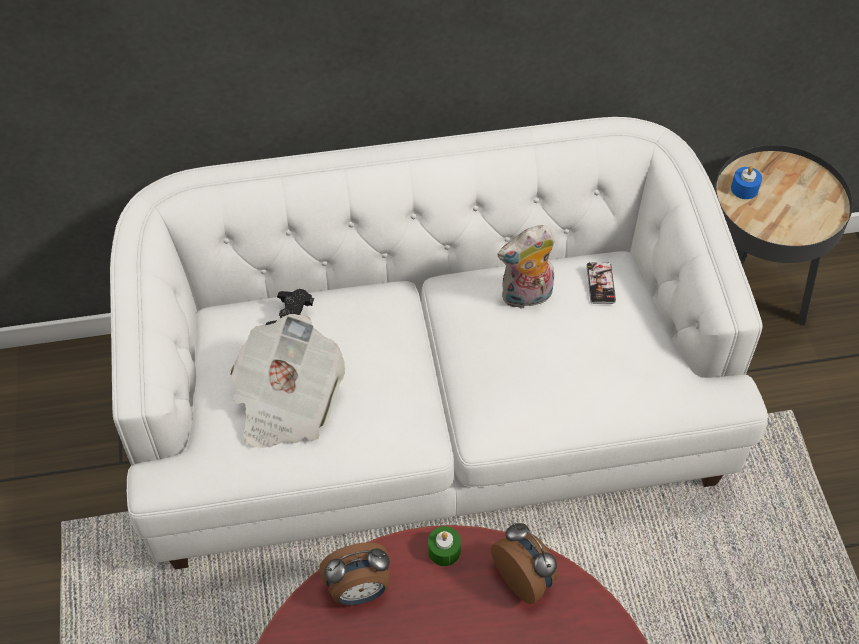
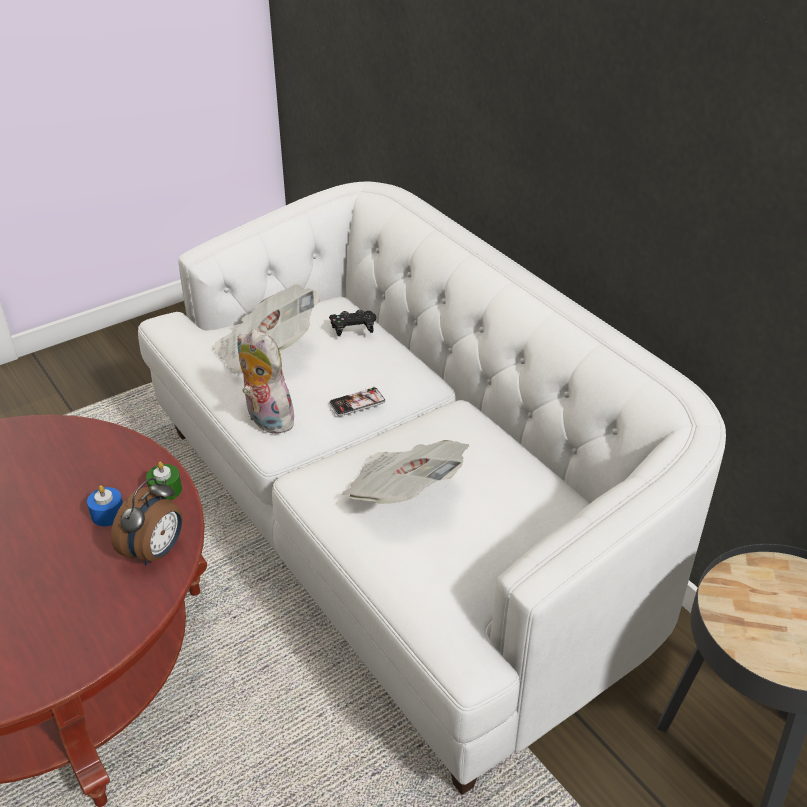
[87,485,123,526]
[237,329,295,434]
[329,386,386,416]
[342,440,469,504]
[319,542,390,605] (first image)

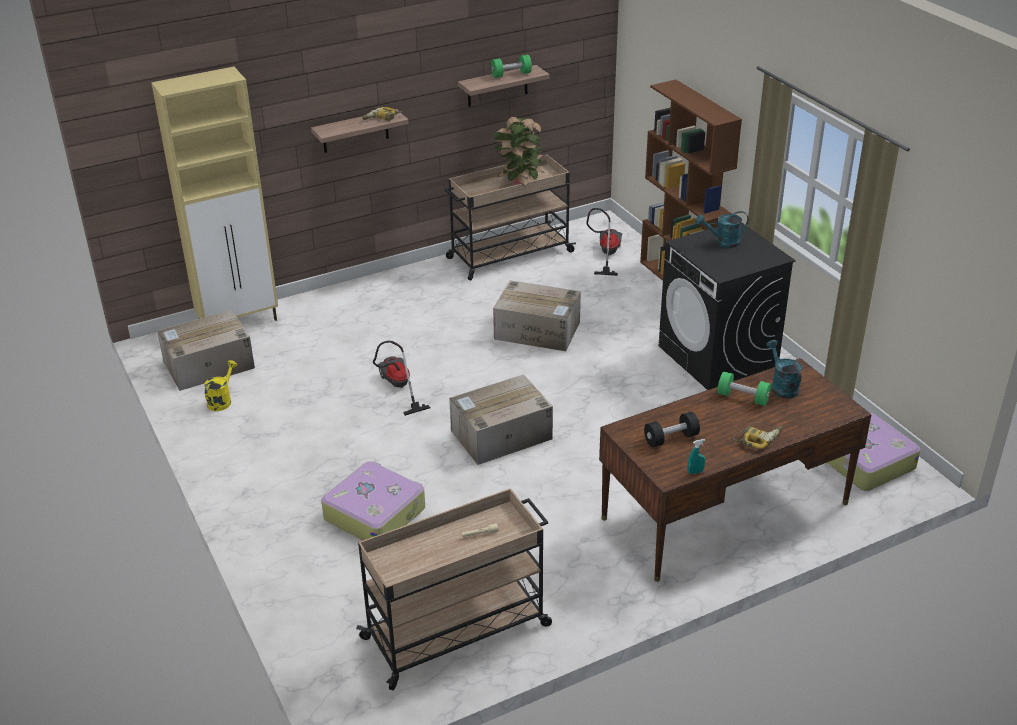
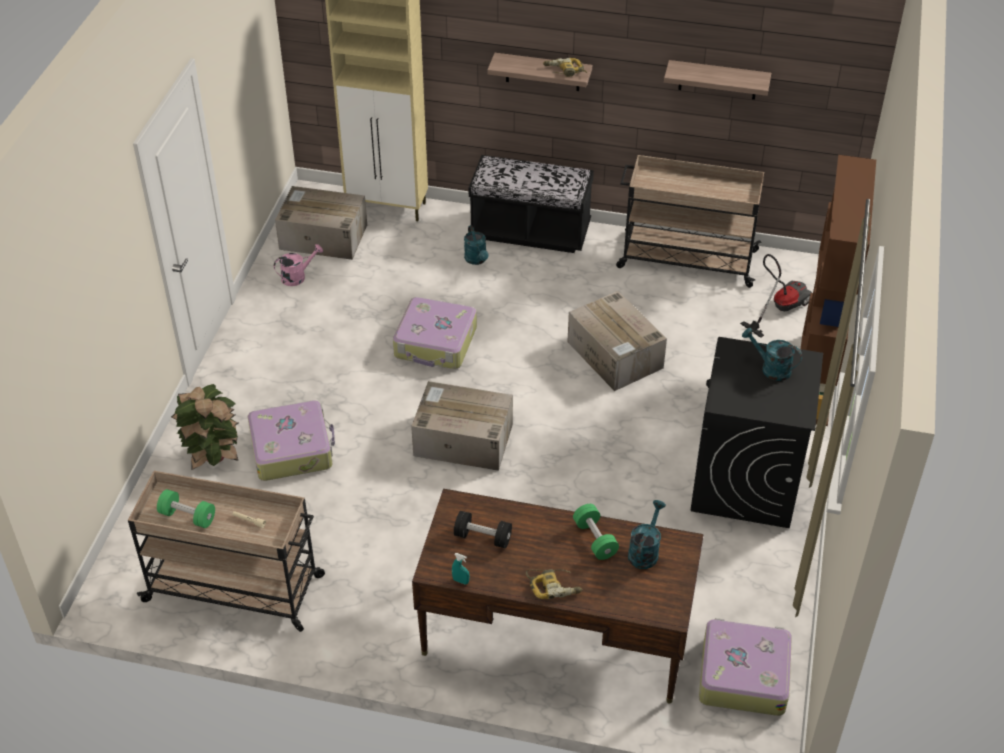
[157,489,215,528]
[171,384,238,470]
[274,244,323,286]
[393,297,477,369]
[464,225,489,265]
[469,155,594,253]

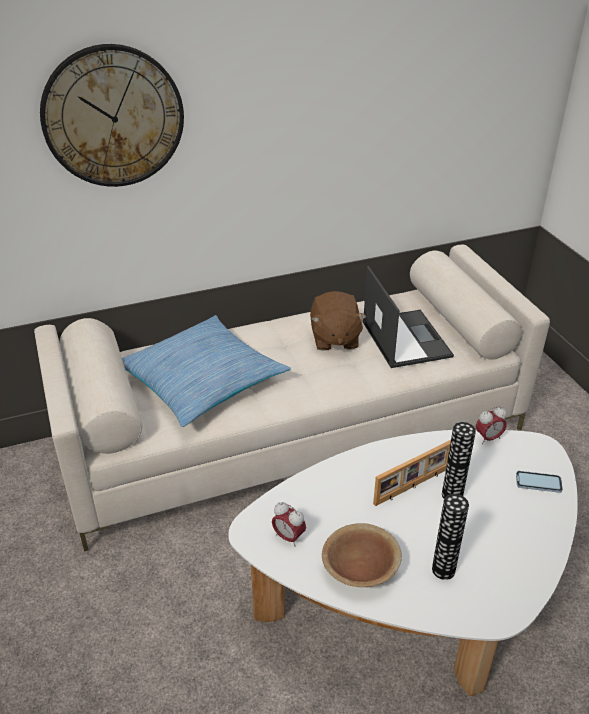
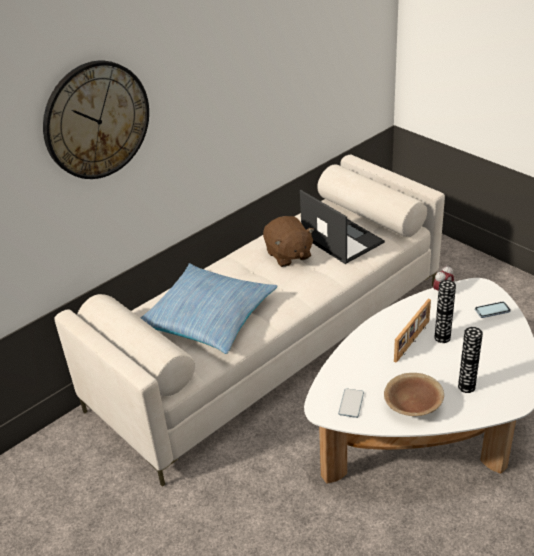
[338,388,364,418]

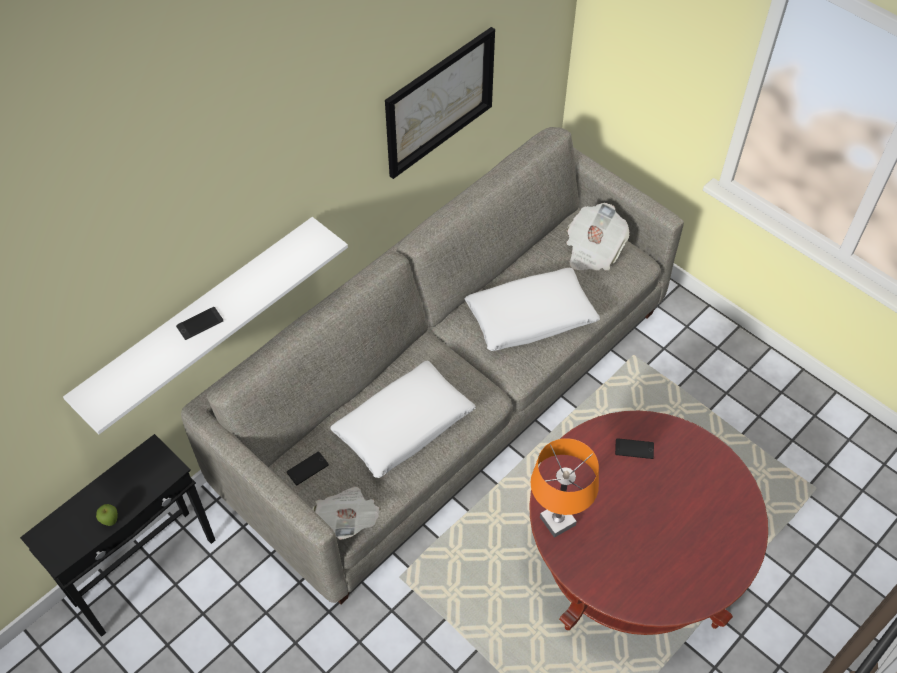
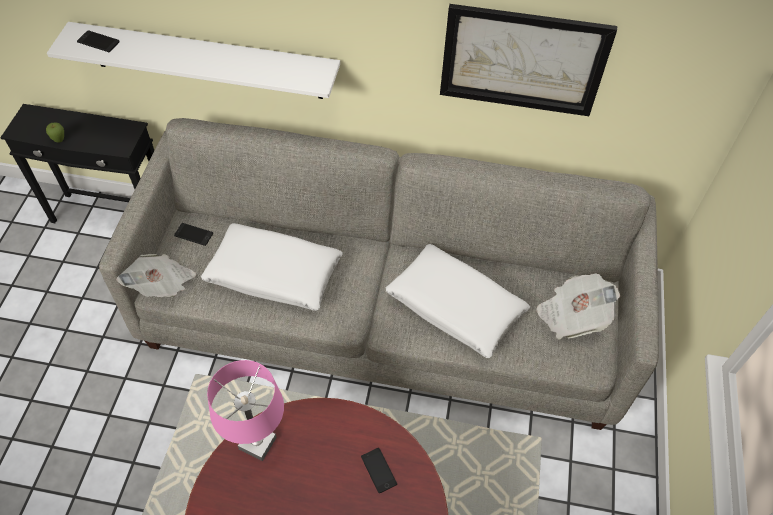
[77,30,120,52]
[207,360,284,461]

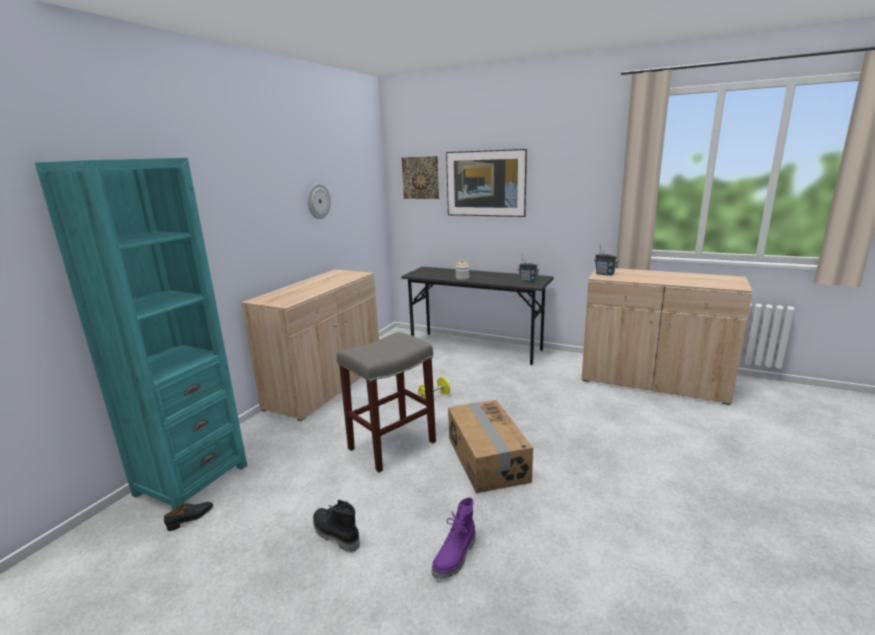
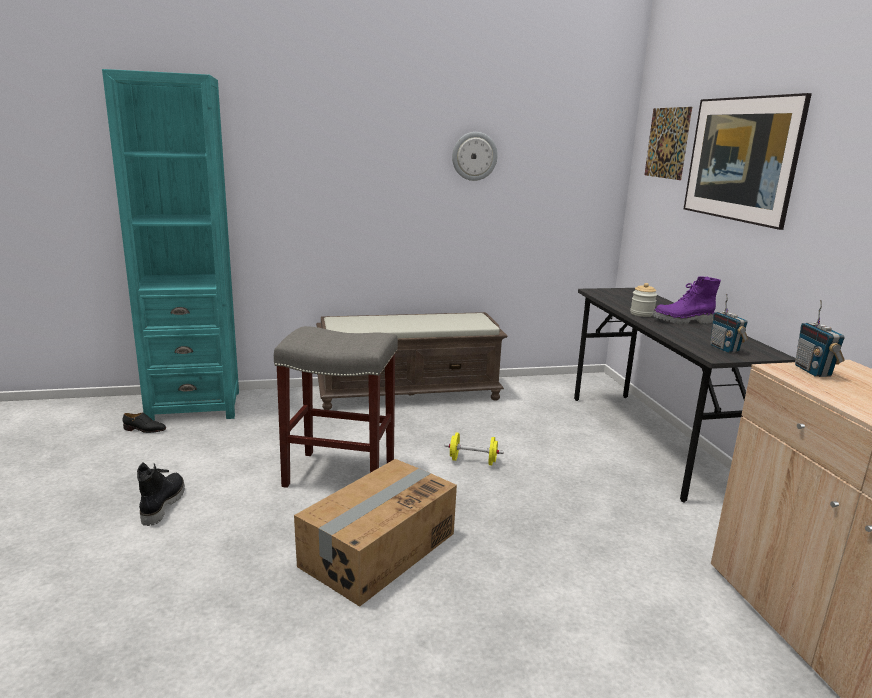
[316,312,508,410]
[652,276,721,324]

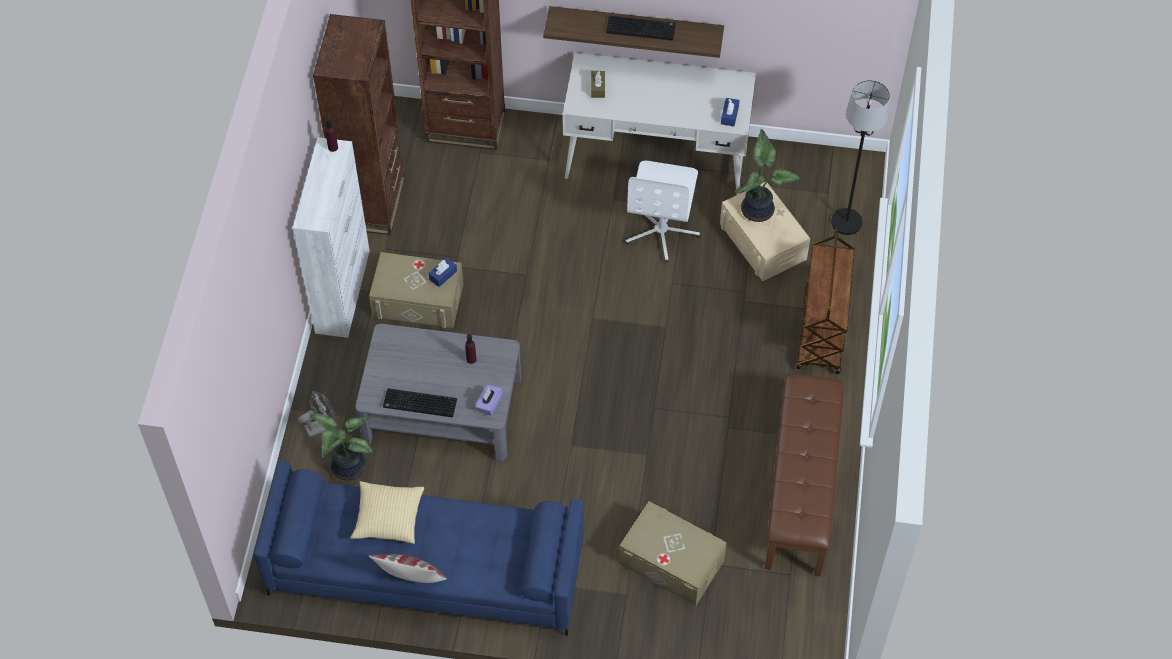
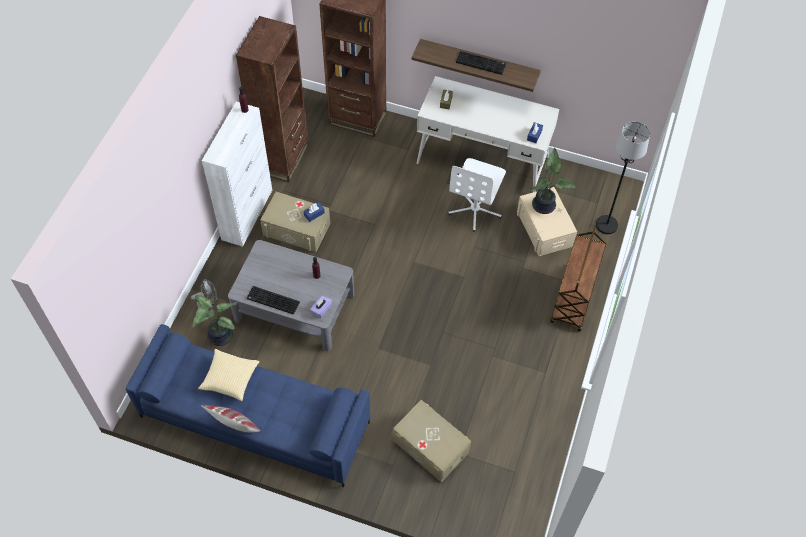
[765,374,844,577] (first image)

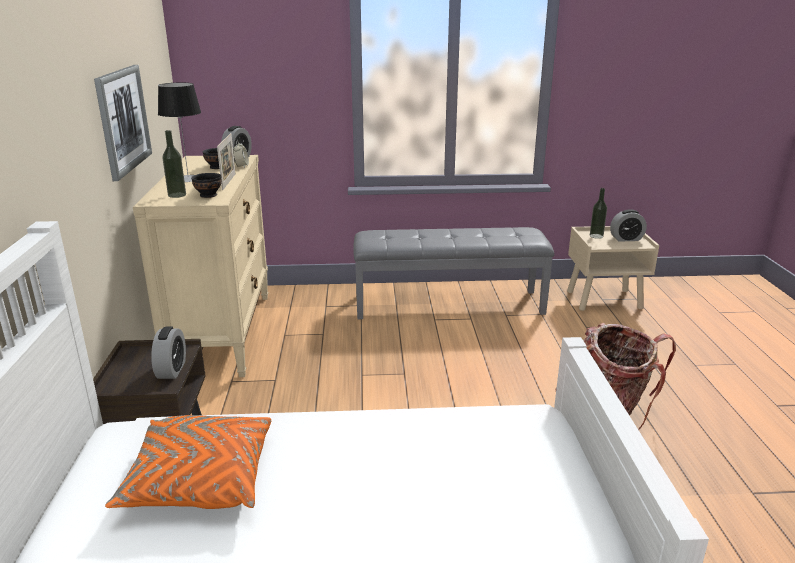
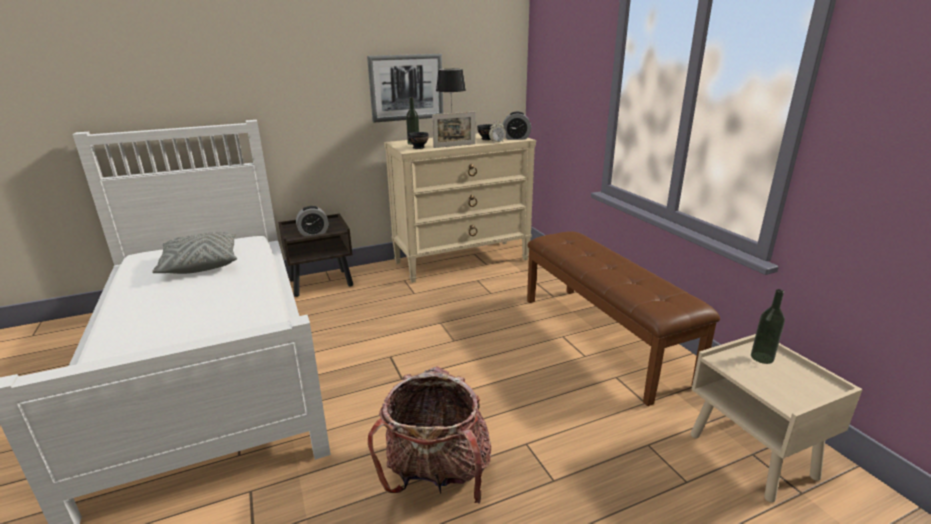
[152,232,237,274]
[527,231,720,406]
[610,209,647,242] (first image)

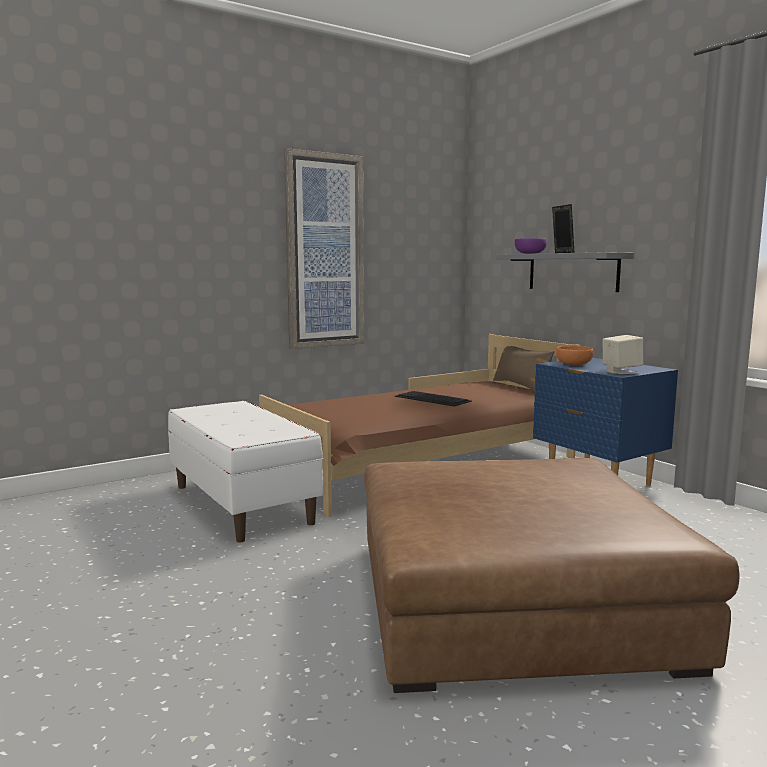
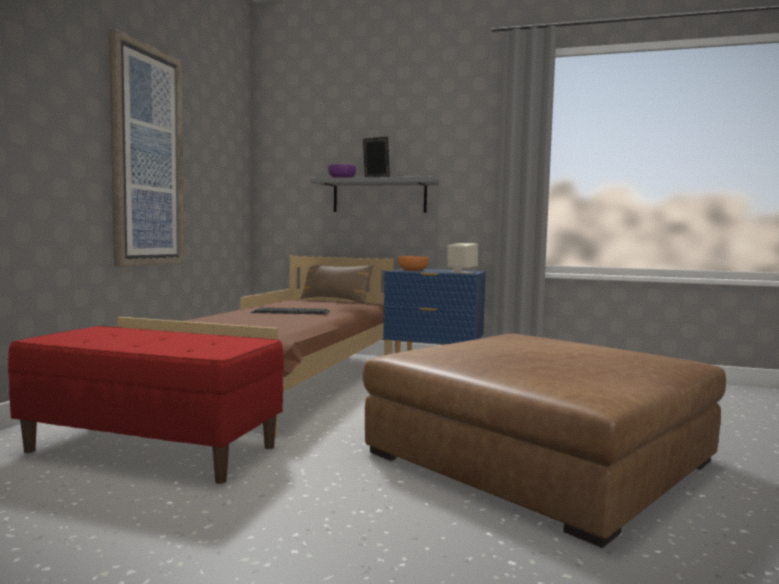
[8,326,284,484]

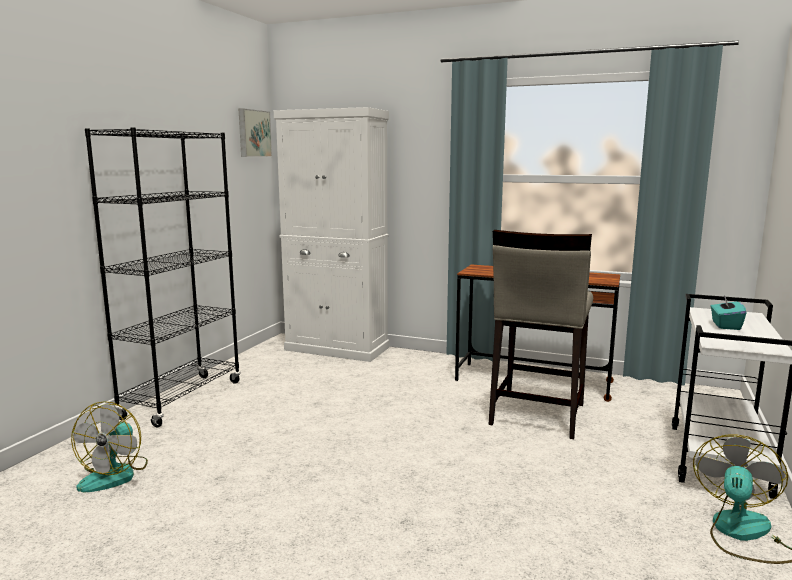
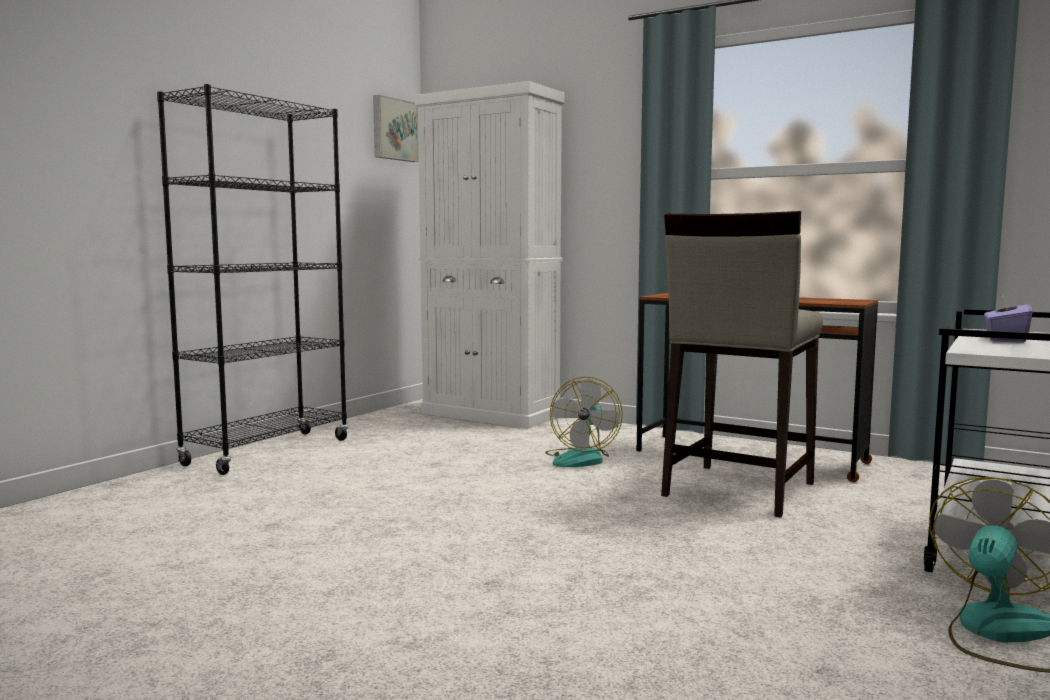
[545,377,623,467]
[984,294,1032,343]

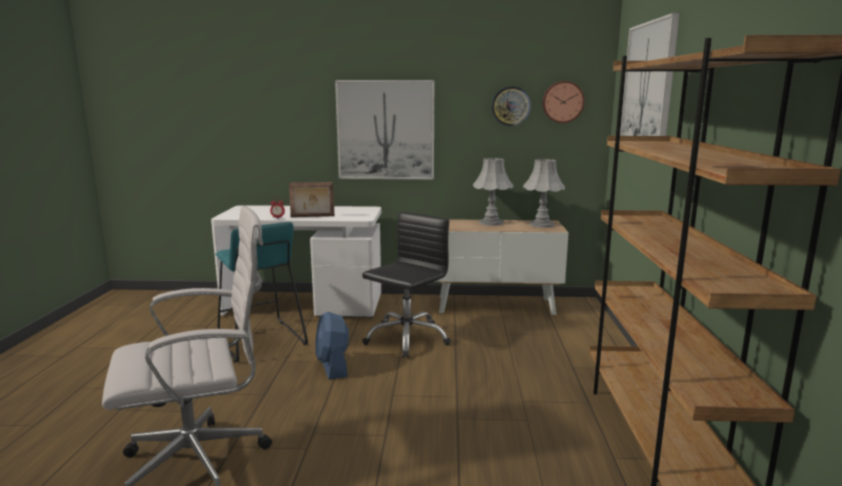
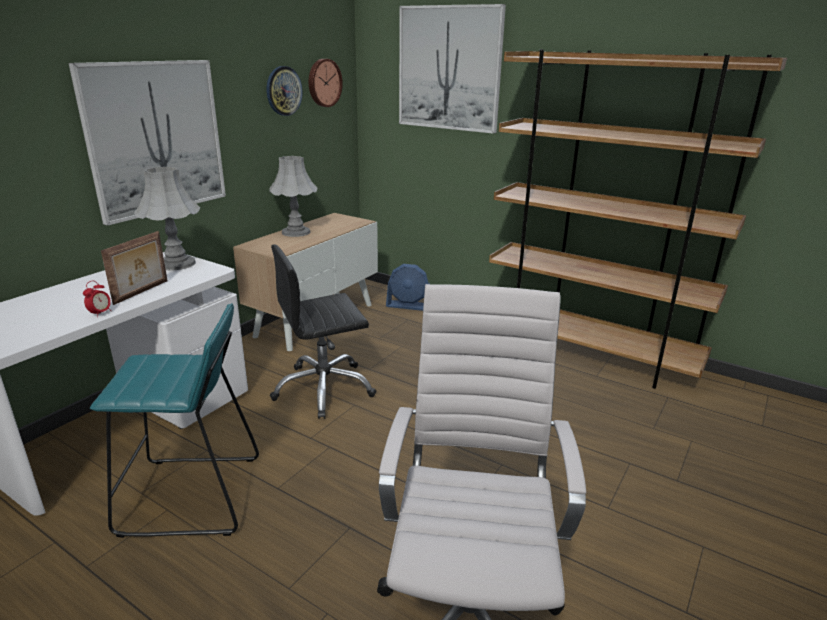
[134,167,200,270]
[270,245,377,419]
[386,264,430,311]

